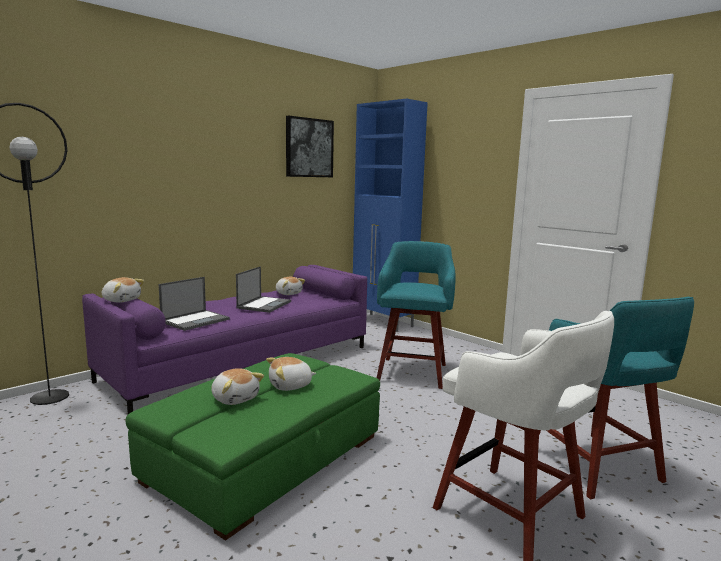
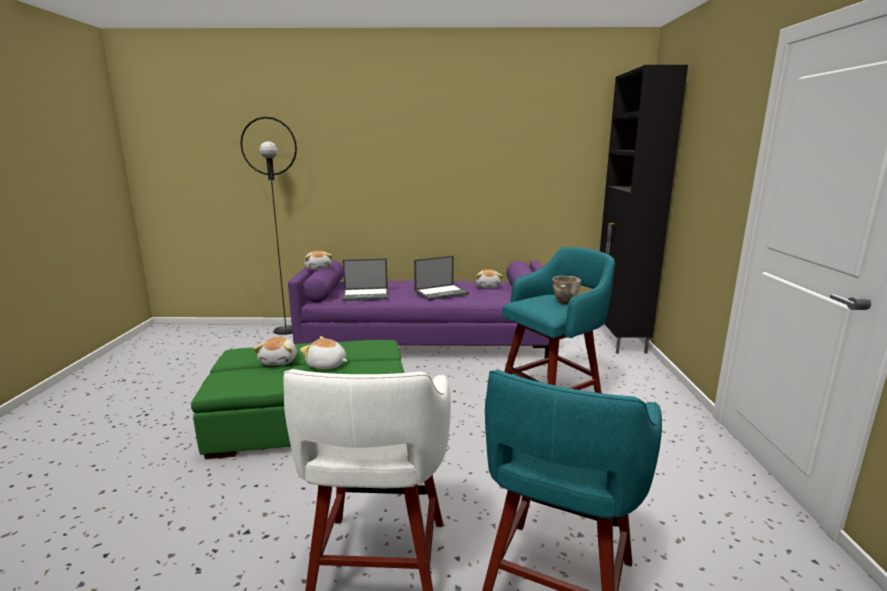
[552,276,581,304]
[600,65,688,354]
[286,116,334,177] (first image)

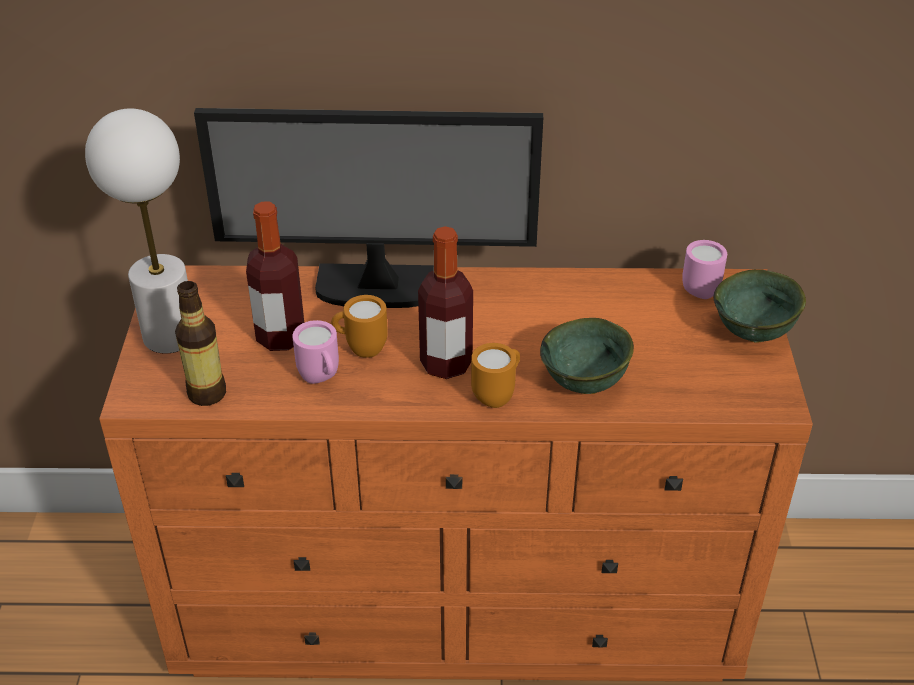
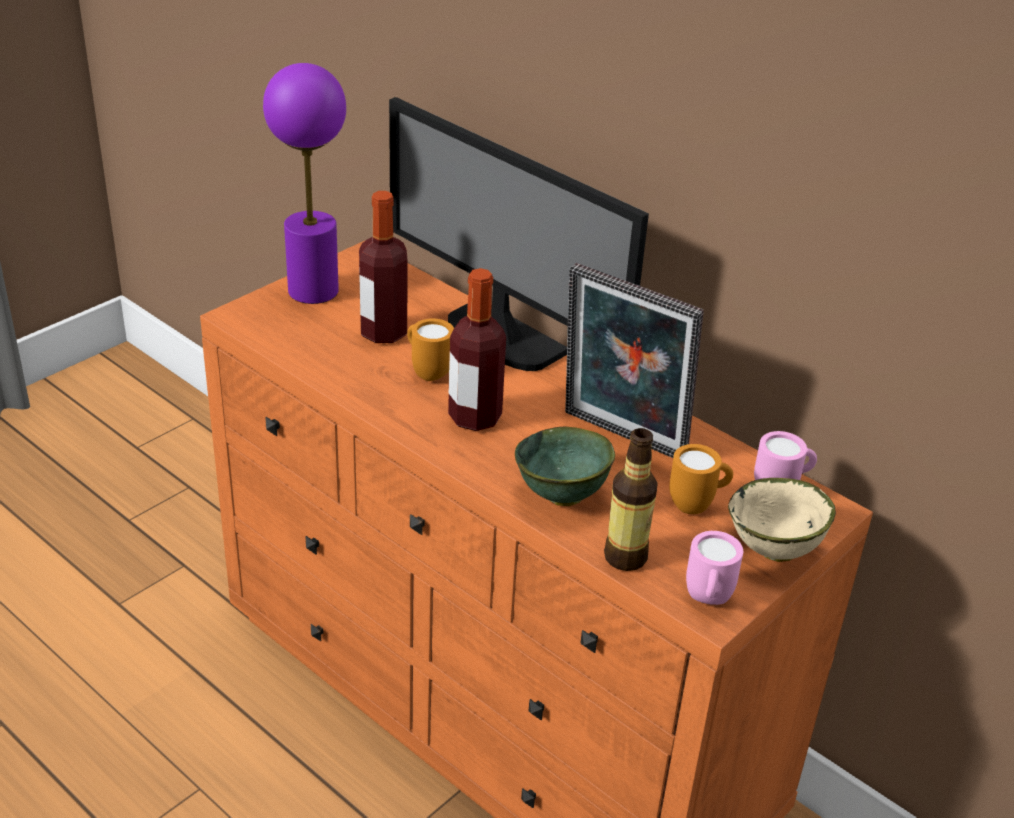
[263,63,346,304]
[565,263,703,458]
[604,428,658,571]
[669,444,733,514]
[686,531,743,605]
[728,478,836,562]

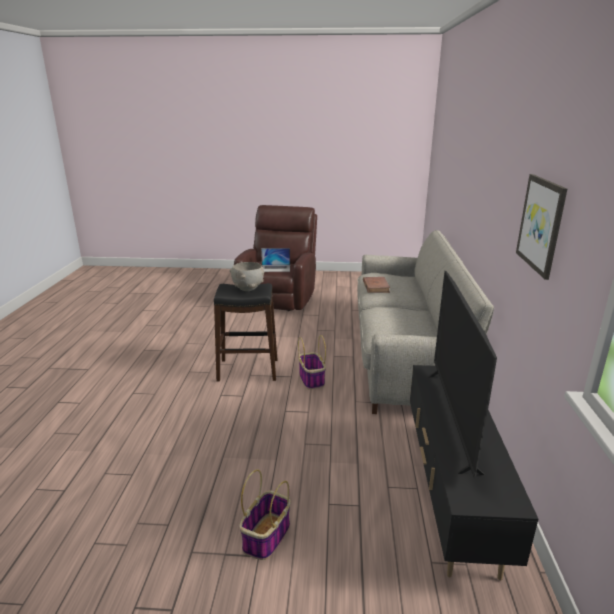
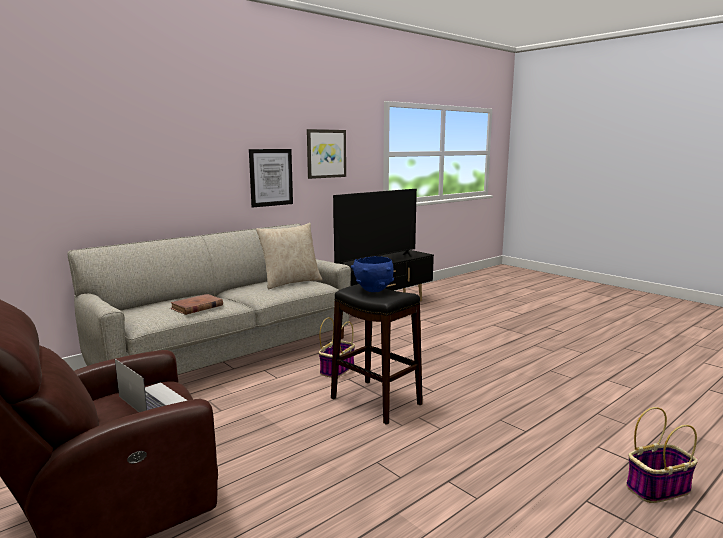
[249,149,293,207]
[256,223,322,289]
[351,256,394,292]
[626,407,698,503]

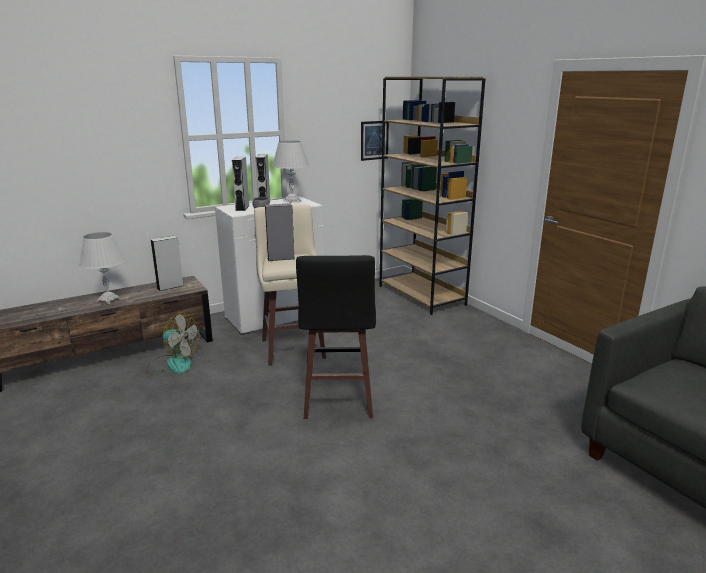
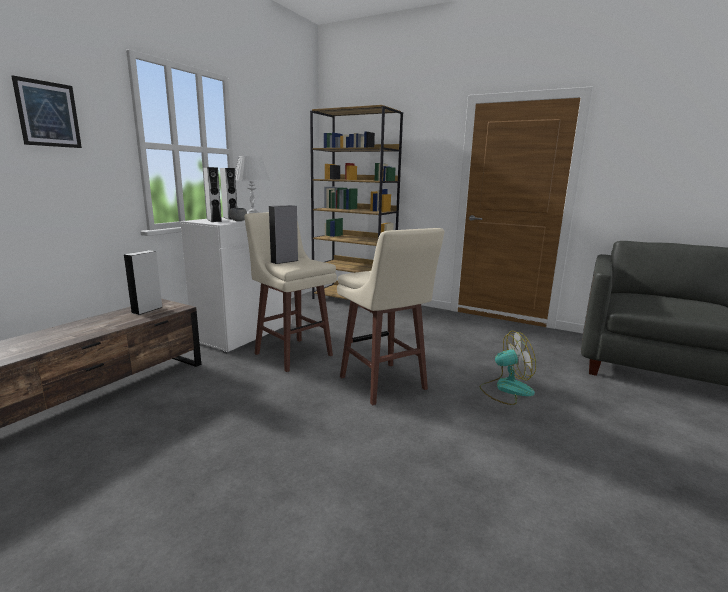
[11,75,82,148]
[337,228,445,405]
[480,331,536,405]
[78,232,125,304] (first image)

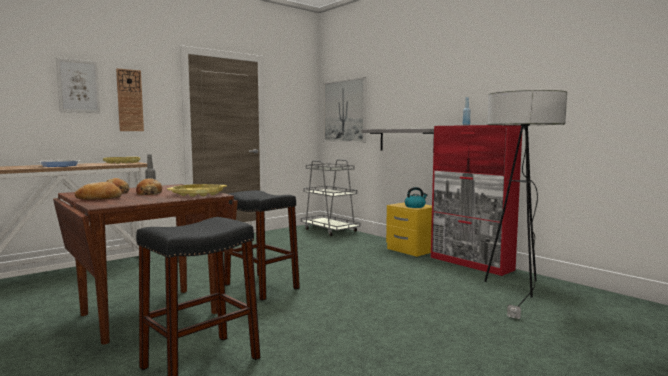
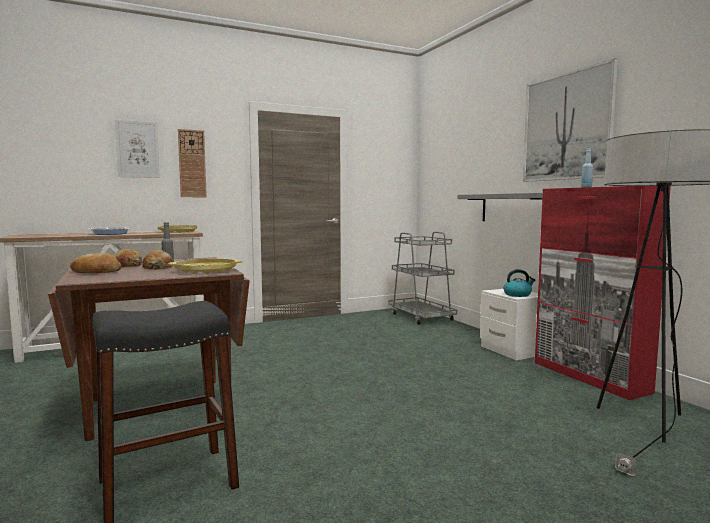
[480,289,538,360]
[523,58,618,182]
[224,190,300,301] (first image)

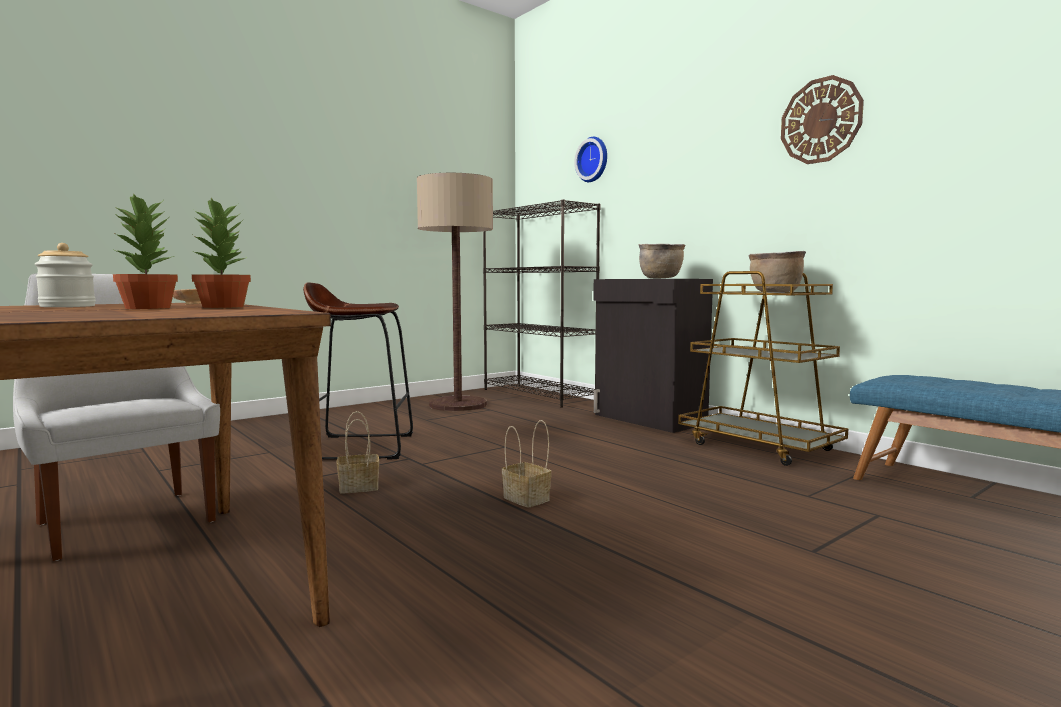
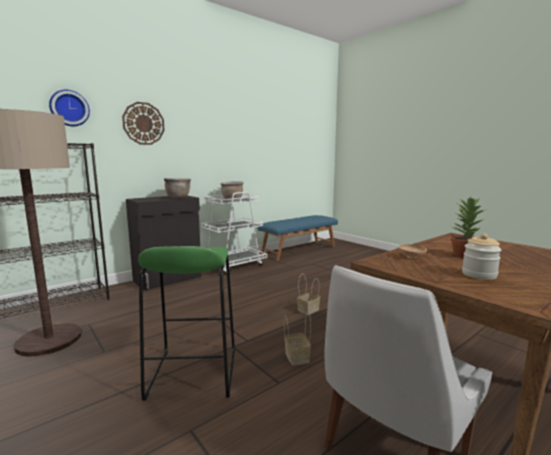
[122,102,165,145]
[138,246,235,401]
[201,190,267,275]
[192,198,251,308] (first image)

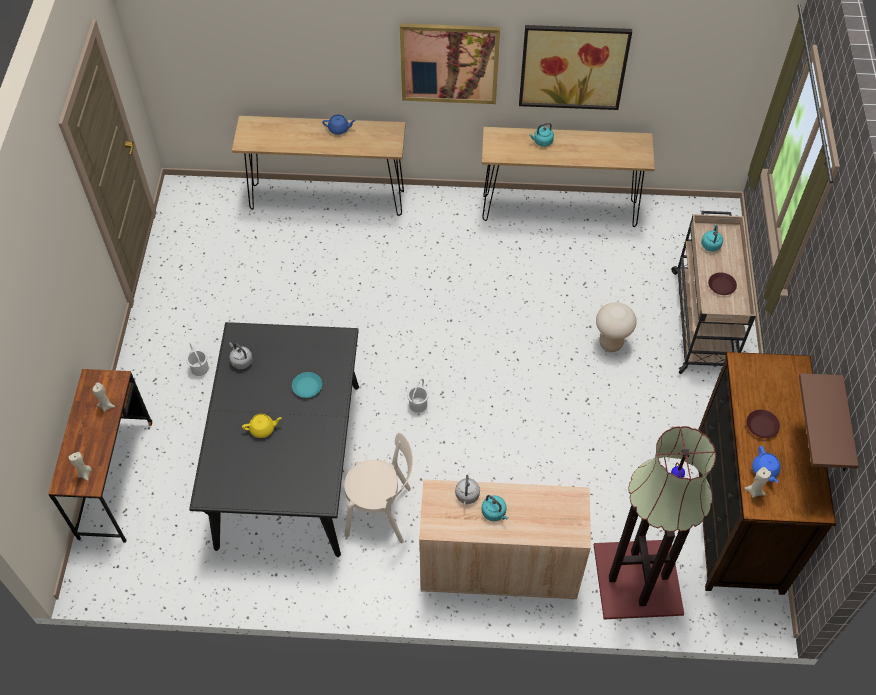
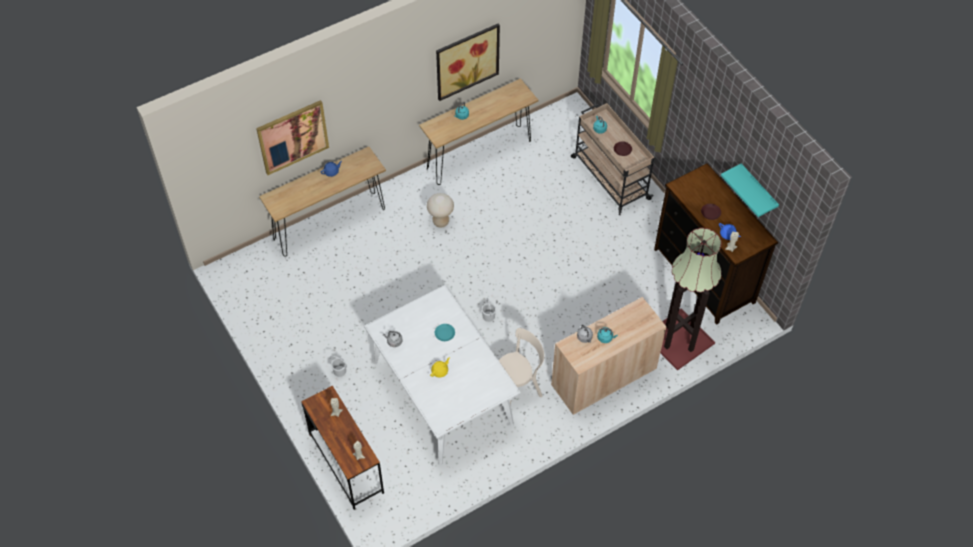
[256,100,329,175]
[364,285,521,465]
[427,193,454,228]
[721,163,779,217]

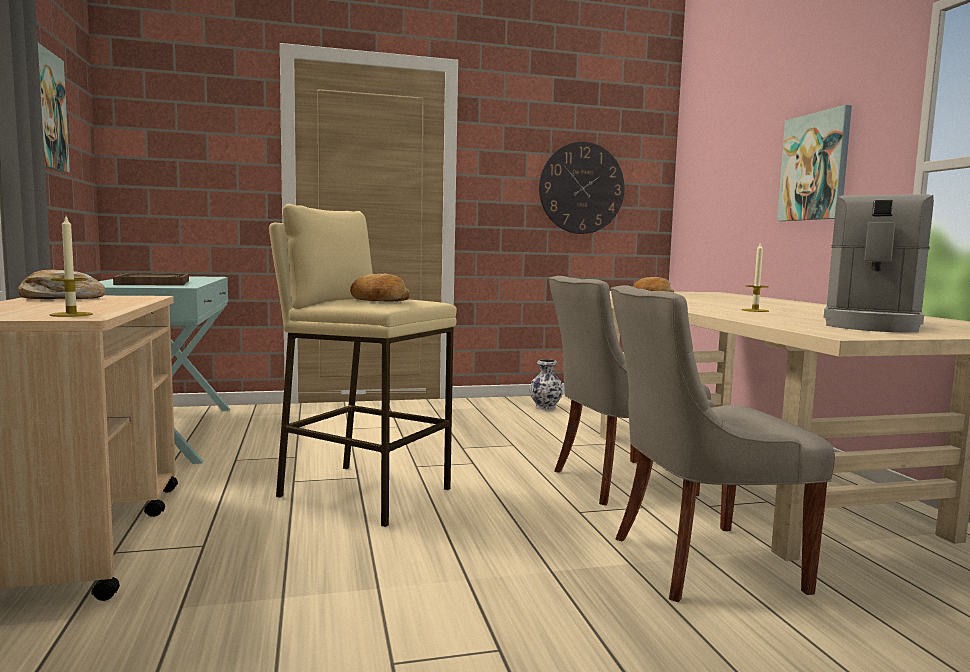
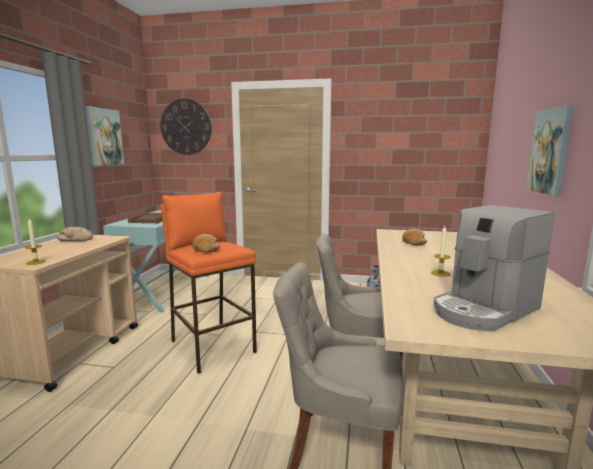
[160,99,212,155]
[160,192,257,374]

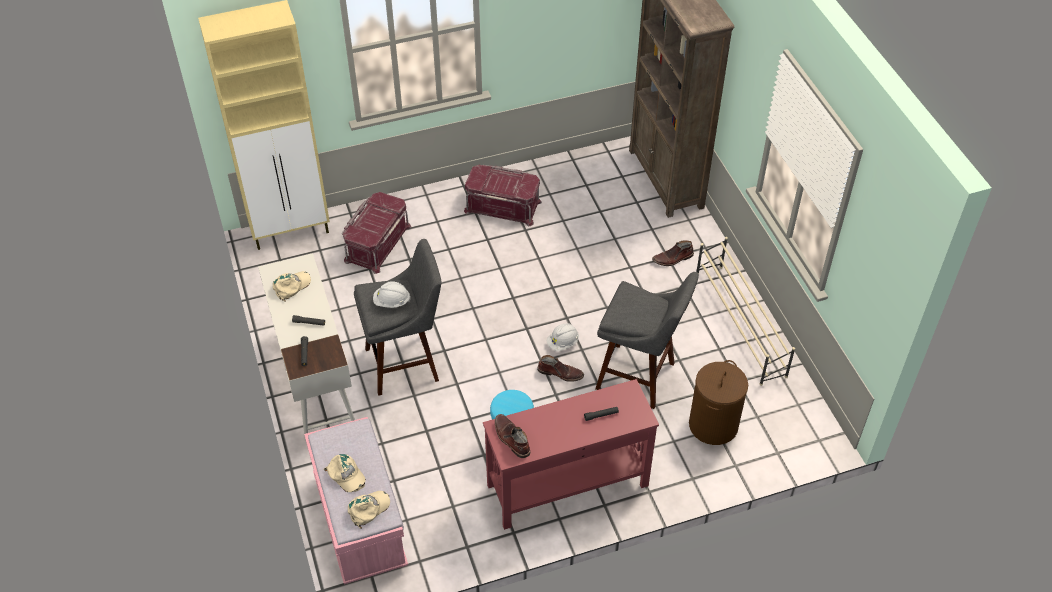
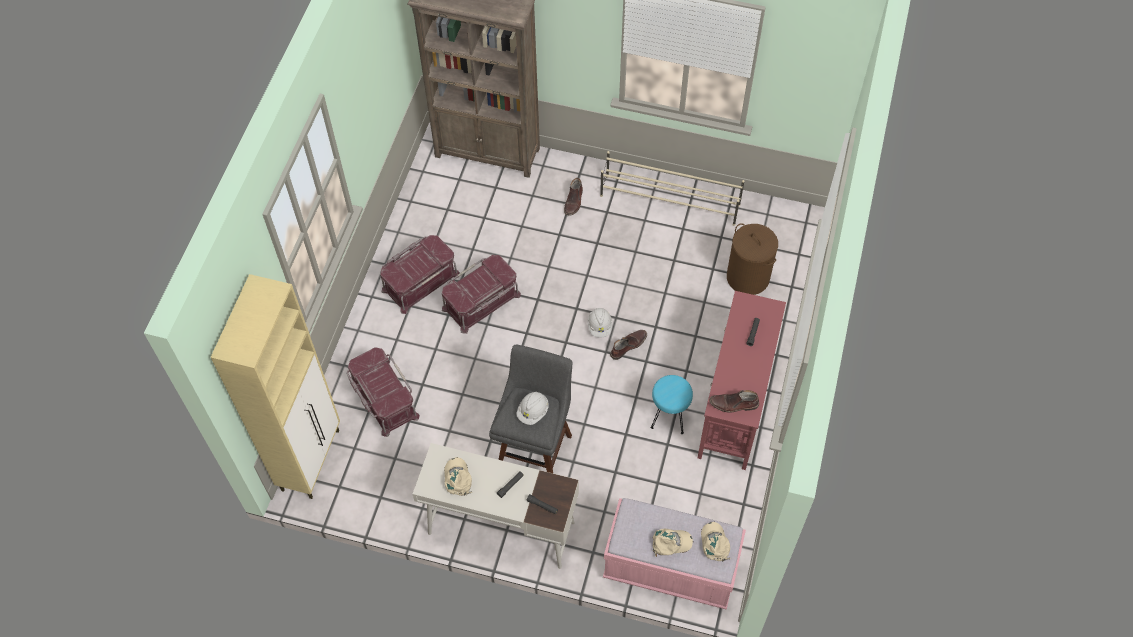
[442,255,521,334]
[595,272,699,409] (first image)

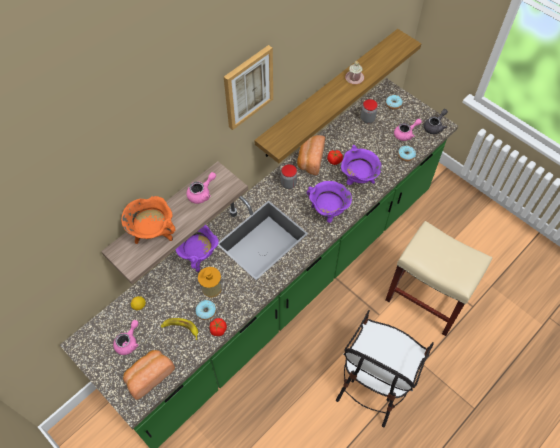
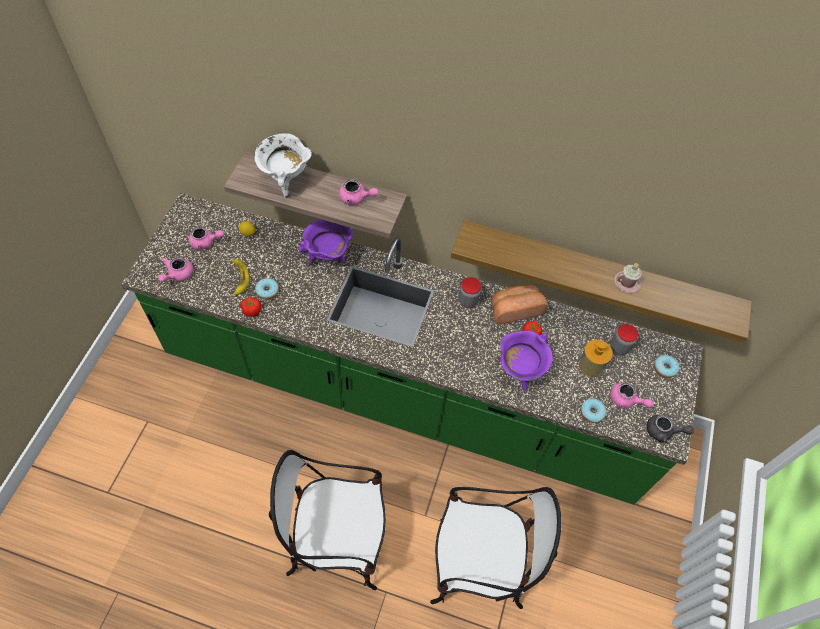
[159,257,193,282]
[255,133,312,198]
[430,487,561,609]
[579,339,613,377]
[224,45,273,130] (first image)
[307,181,352,223] (first image)

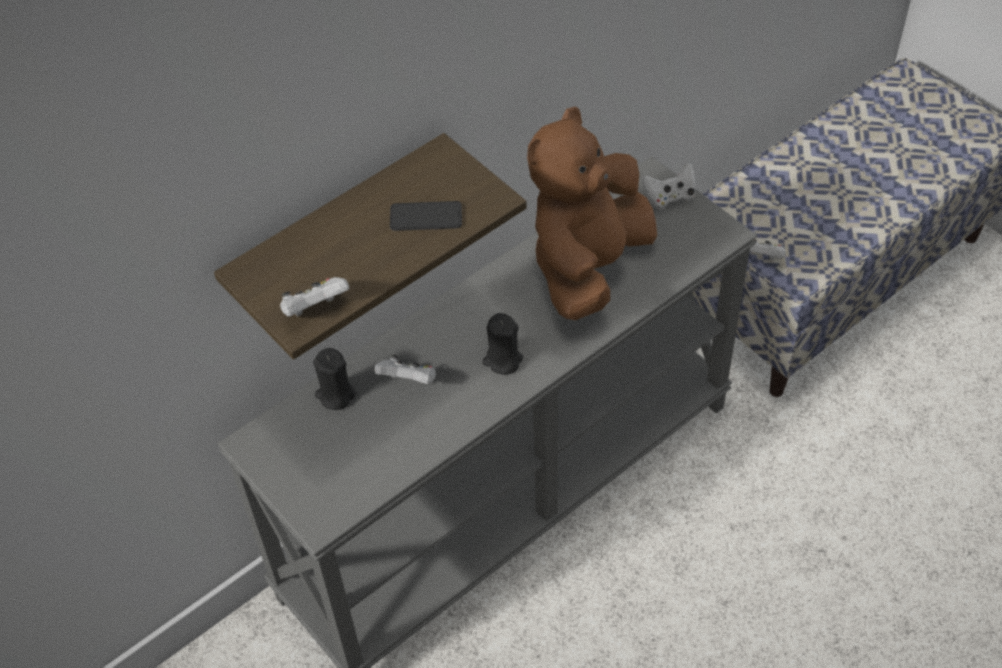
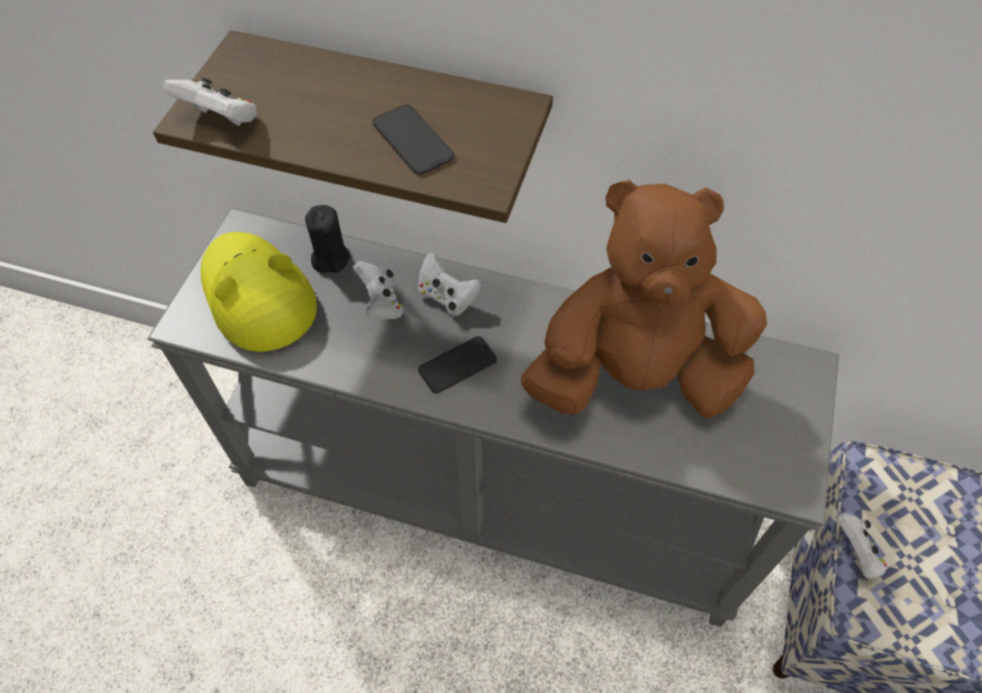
[201,232,317,352]
[418,252,482,316]
[418,336,497,394]

